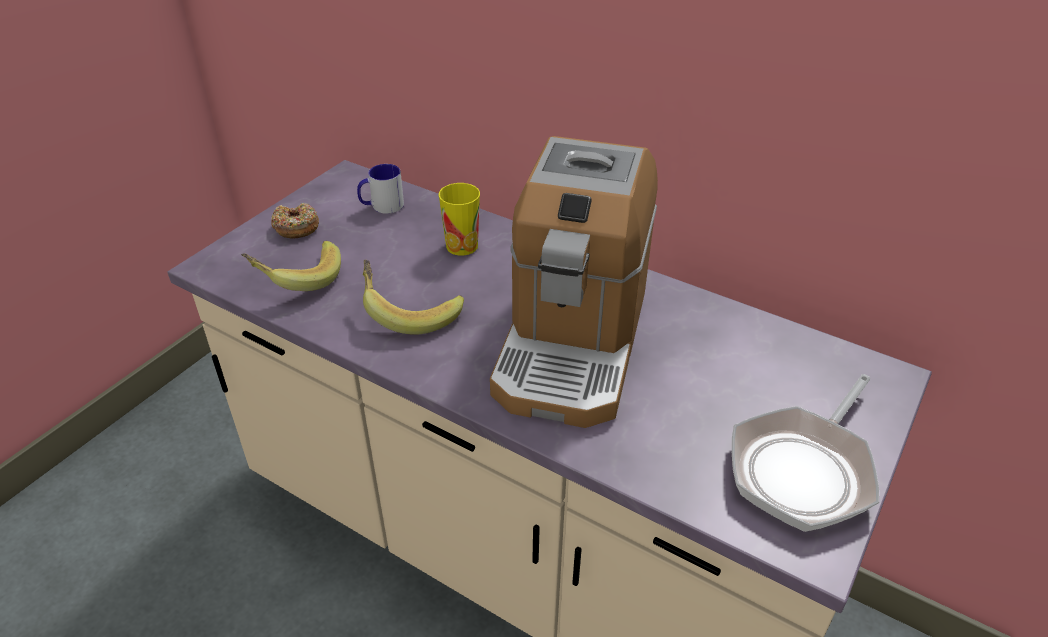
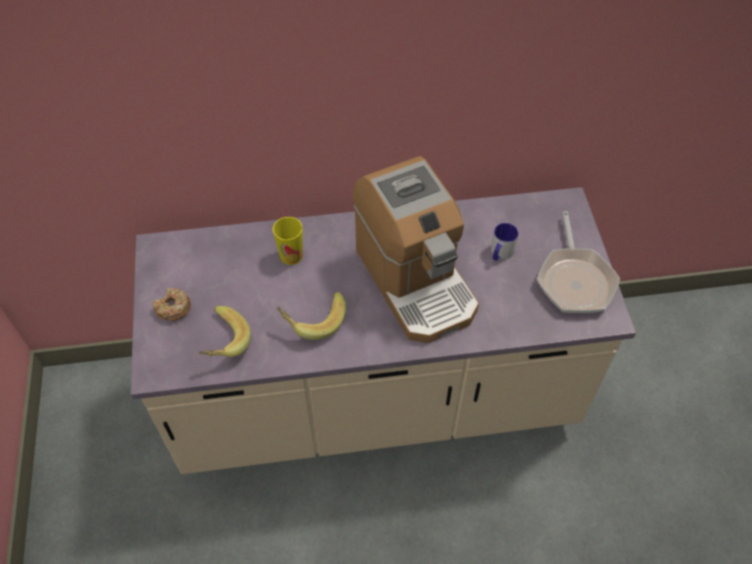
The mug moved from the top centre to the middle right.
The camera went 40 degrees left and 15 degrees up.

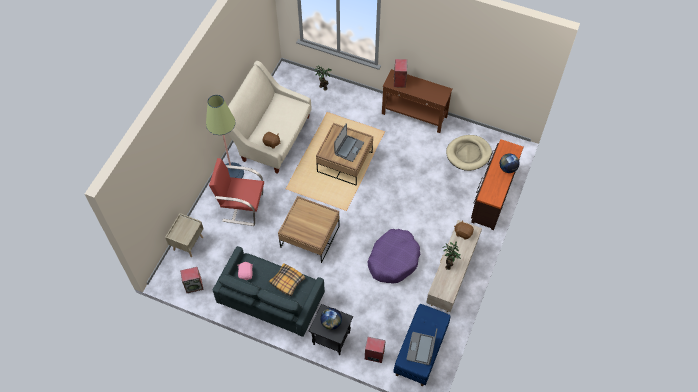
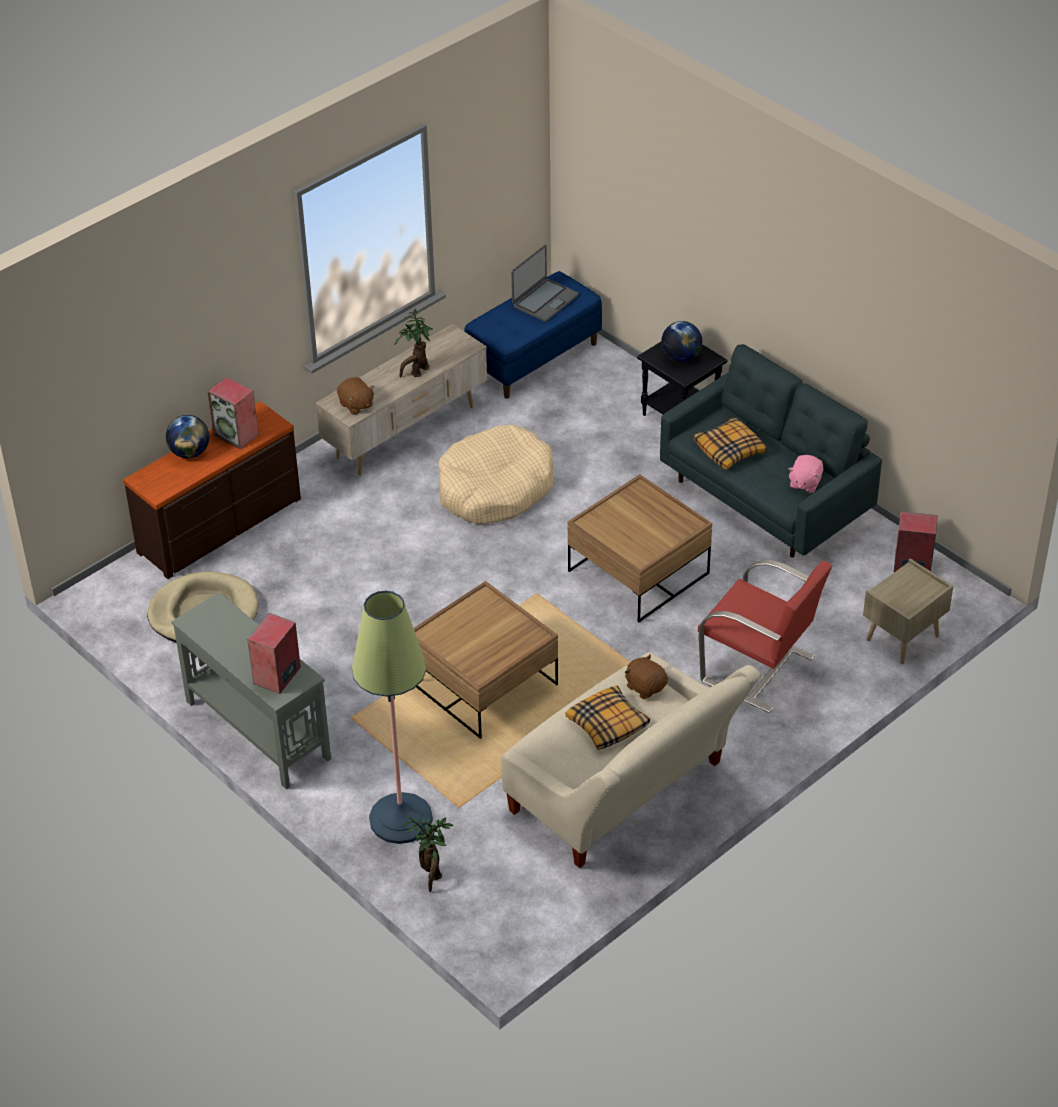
The brown console table at the top centre became the grey console table at the middle left.
The speaker (2nd from left in the first image) moved from the bottom centre to the middle left.
The floor lamp moved from the middle left to the centre.
The purple dog bed at the centre became the beige dog bed (2nd from left) at the centre.
The pillow (1st from left) at the centre appeared.
The laptop (1st from left) at the centre disappeared.
The camera went 155 degrees left and 15 degrees down.

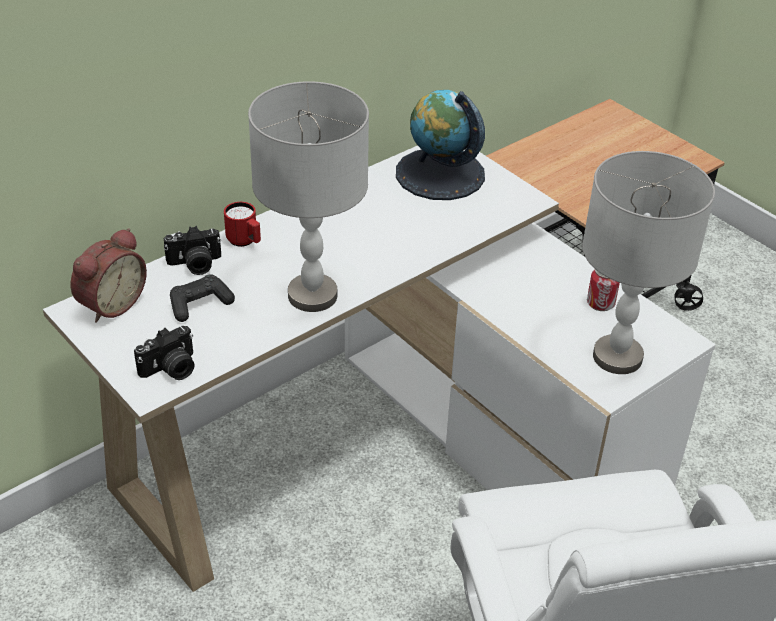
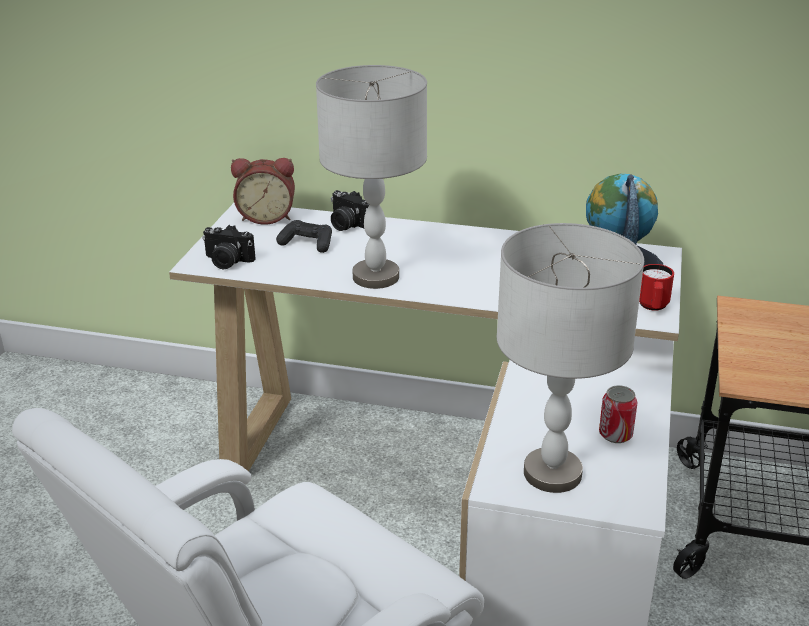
The red mug moved from the middle left to the middle right.
The camera went 55 degrees right and 10 degrees down.

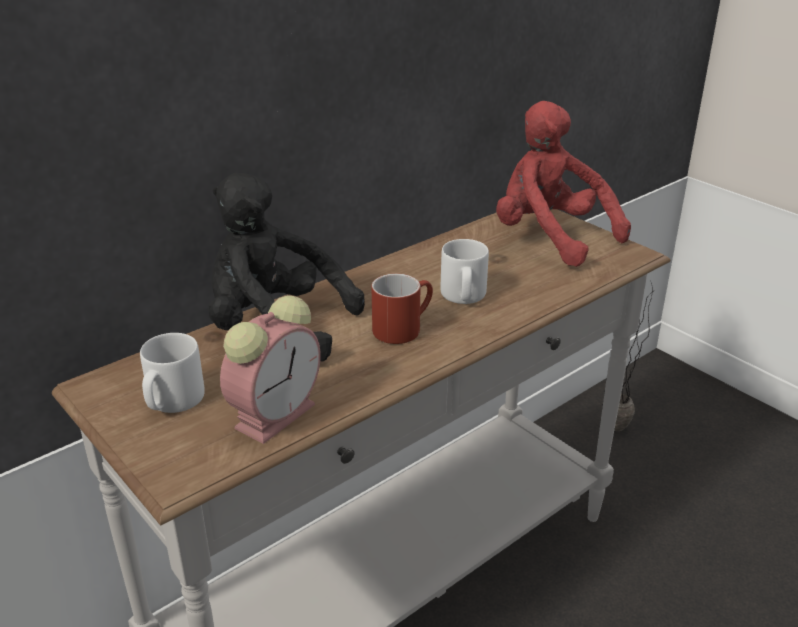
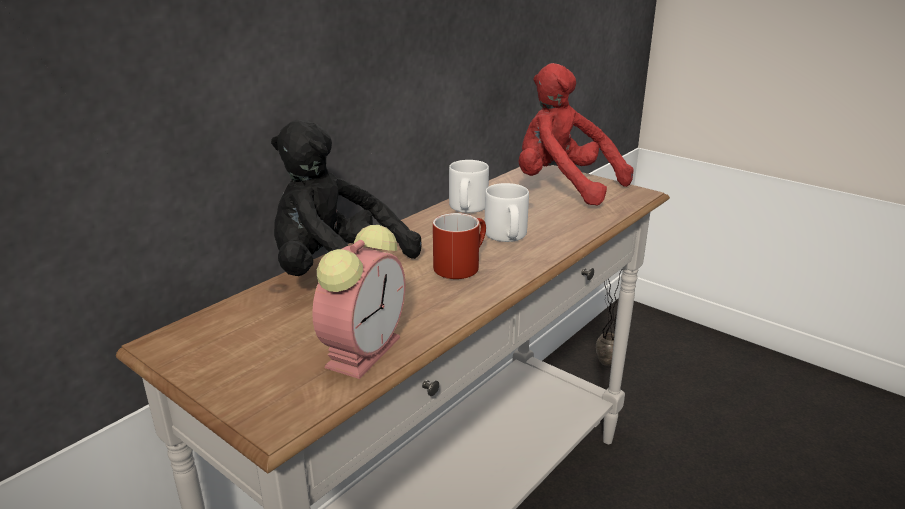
The white mug (1st from left) moved from the middle left to the centre.
The camera went 10 degrees left and 5 degrees down.

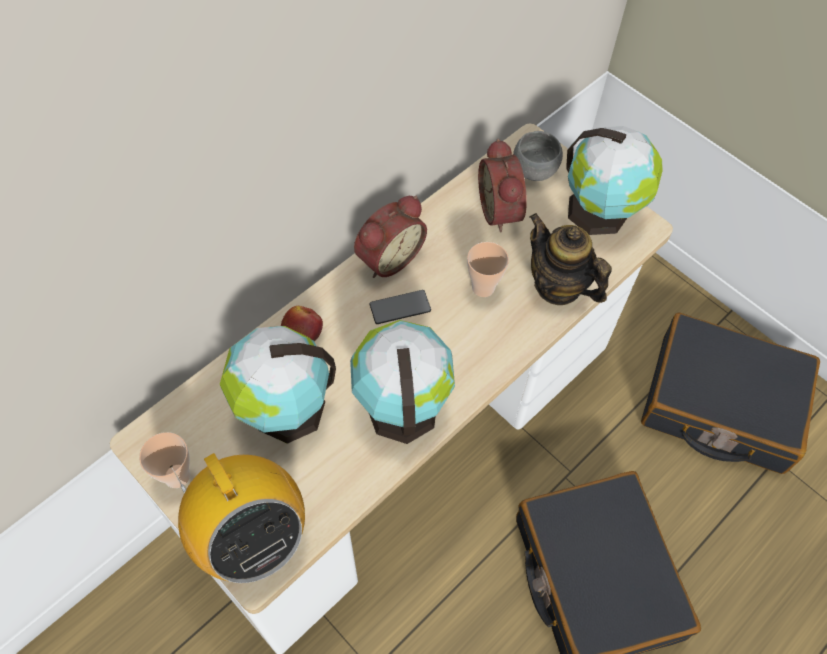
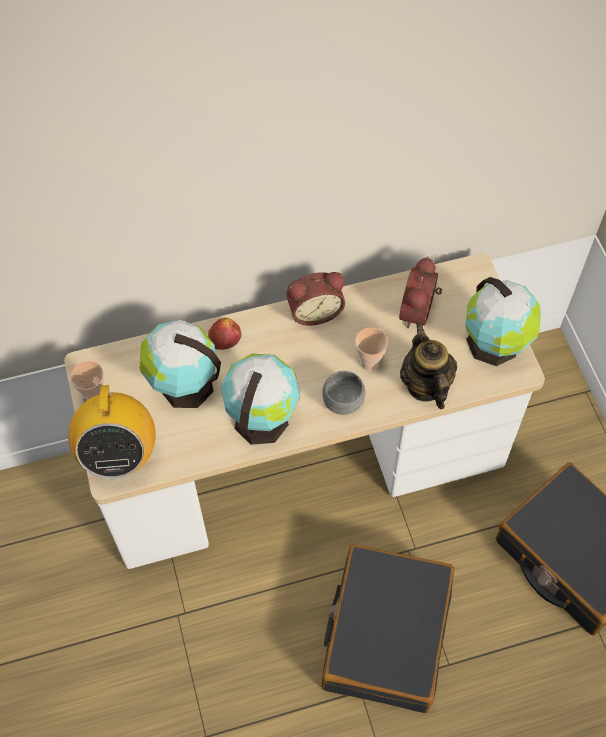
The grey bowl moved from the top centre to the centre.
The phone at the centre disappeared.
The camera went 30 degrees right and 0 degrees up.

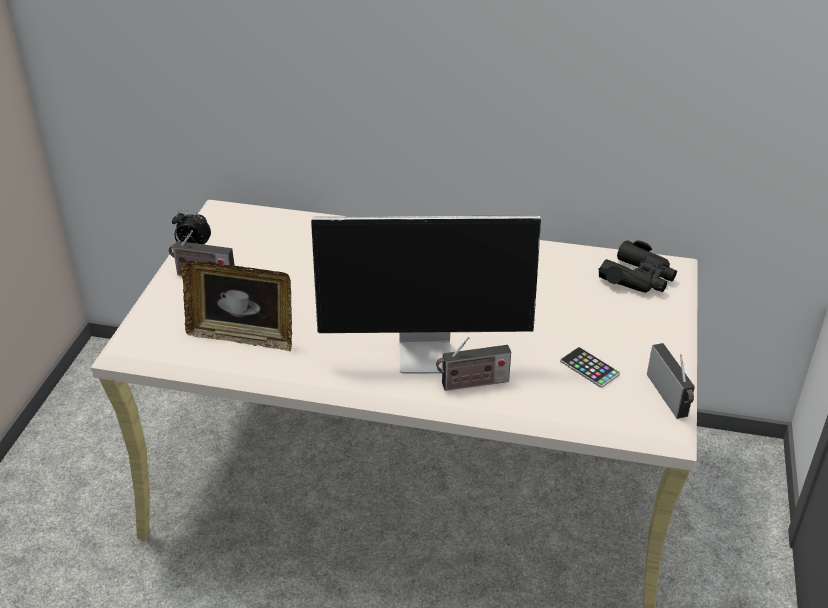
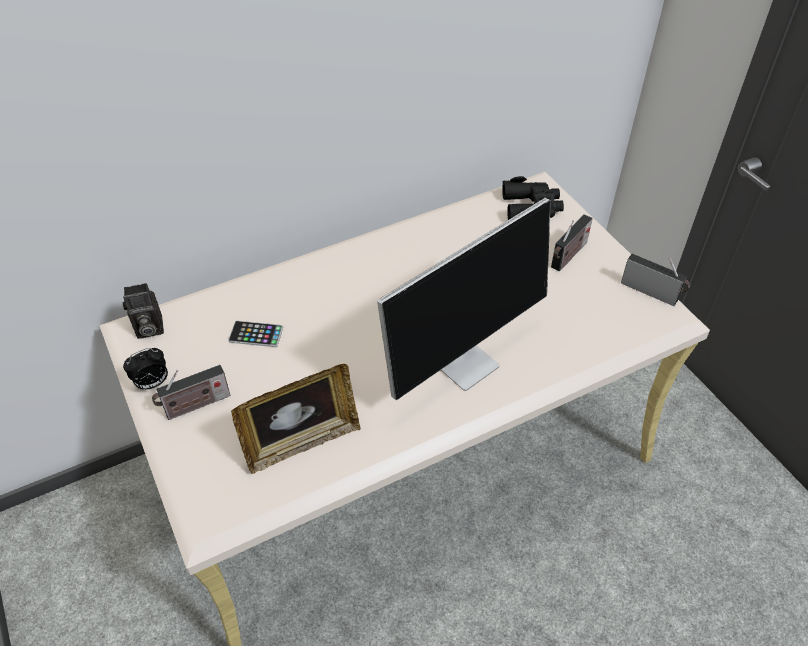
The photo camera at the middle left appeared.
The phone moved from the middle right to the middle left.
The radio (2nd from left) moved from the centre to the middle right.
The camera went 40 degrees left and 10 degrees up.

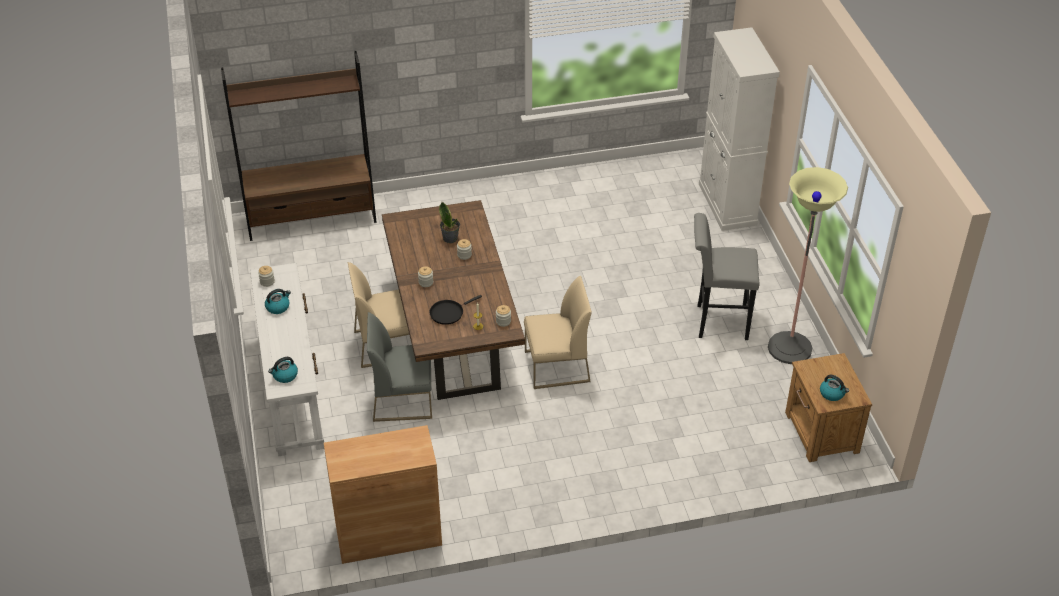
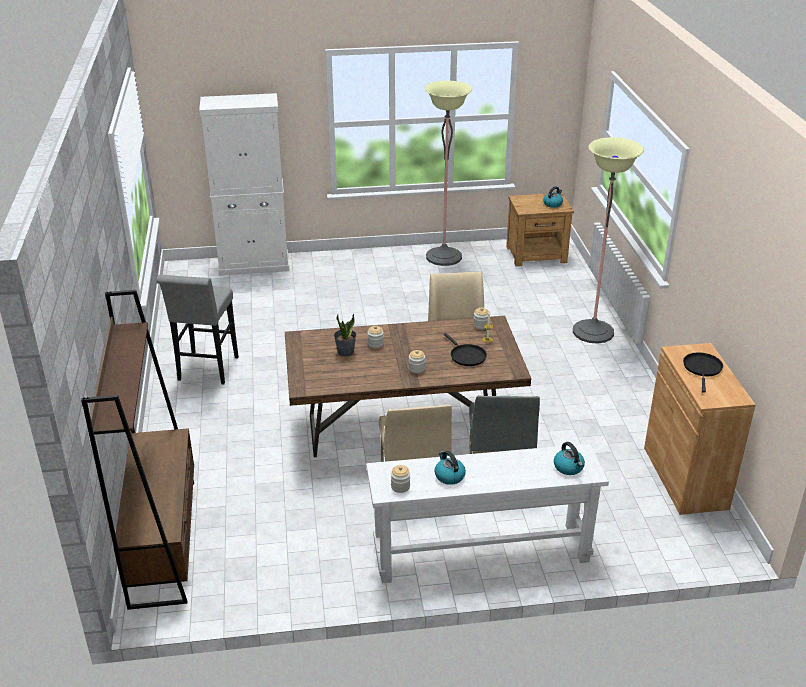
The grey stool moved from the middle right to the middle left.
The floor lamp (2nd from left) at the middle right appeared.
The black frying pan (2nd from left) at the middle right appeared.
The camera went 85 degrees left and 10 degrees down.

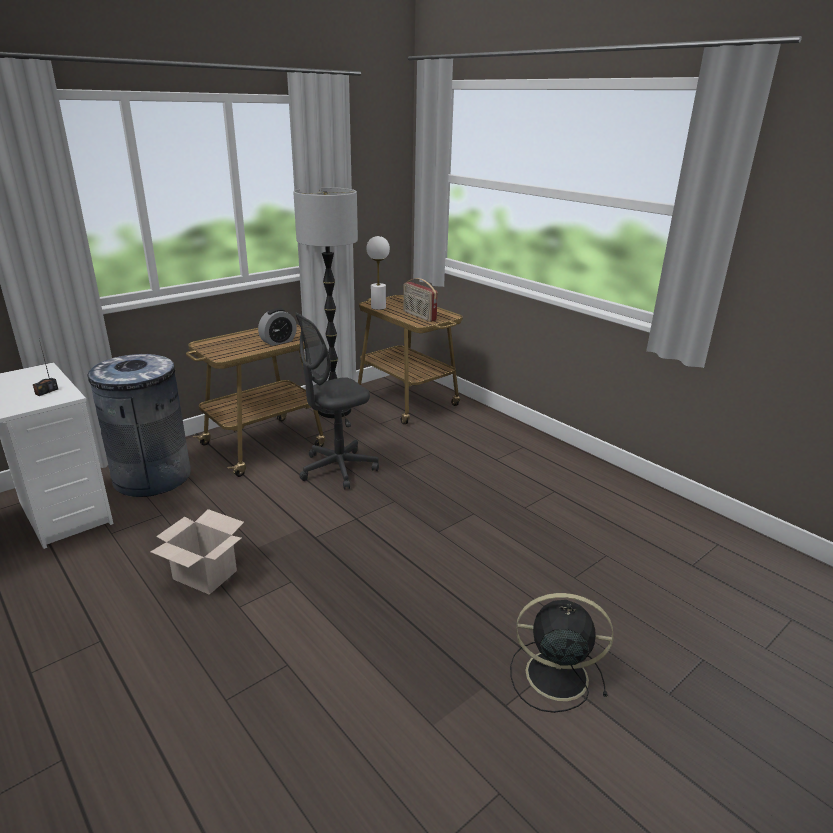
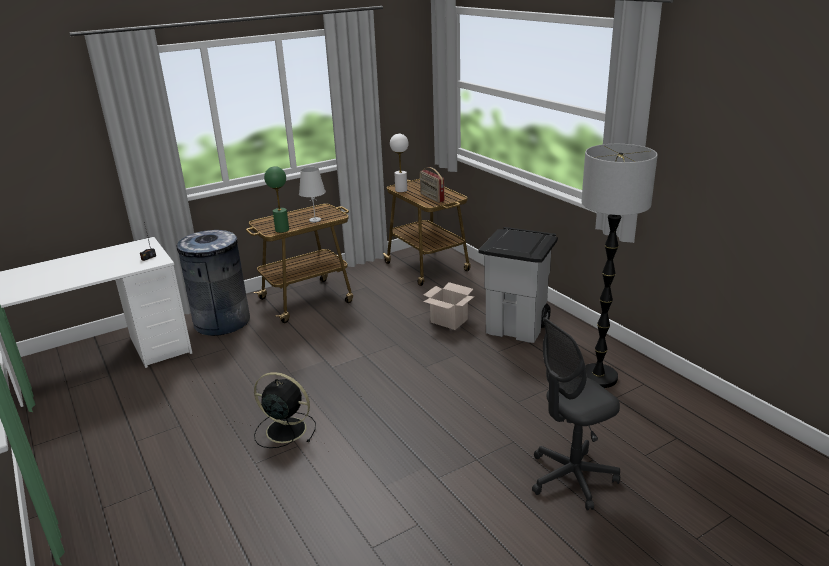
The black fan moved from the bottom right to the bottom centre.
The green table lamp at the middle left appeared.
The alarm clock at the middle left was replaced by the white table lamp (1st from left) at the centre.
The cardboard box moved from the middle left to the centre.
The grey trash can (2nd from left) at the centre appeared.
The grey office chair moved from the centre to the bottom right.
The floor lamp moved from the centre to the middle right.
The camera went 10 degrees right and 0 degrees up.

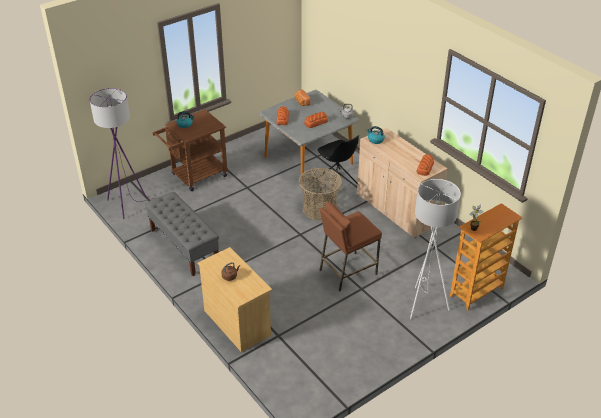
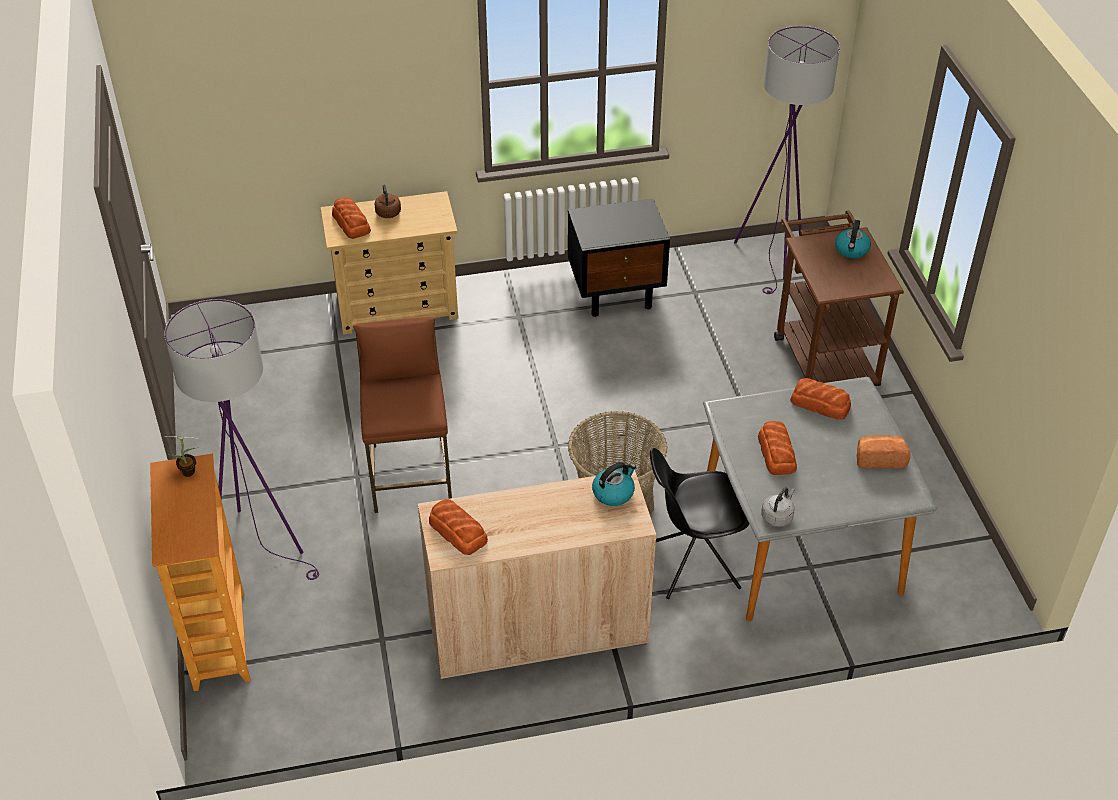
The white floor lamp at the middle right became the purple floor lamp (1st from left) at the middle left.
The bread (1st from left) at the top left appeared.
The grey bench at the middle left was replaced by the black nightstand at the top centre.
The camera went 115 degrees right and 5 degrees up.

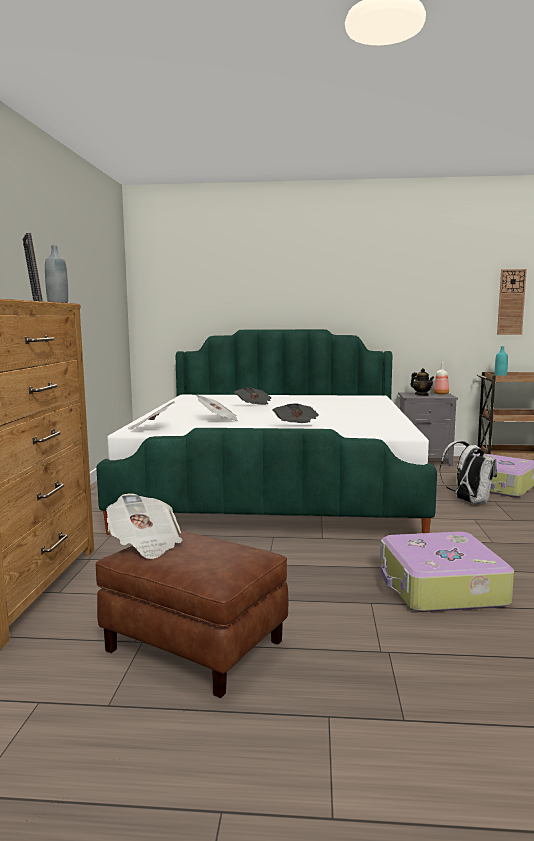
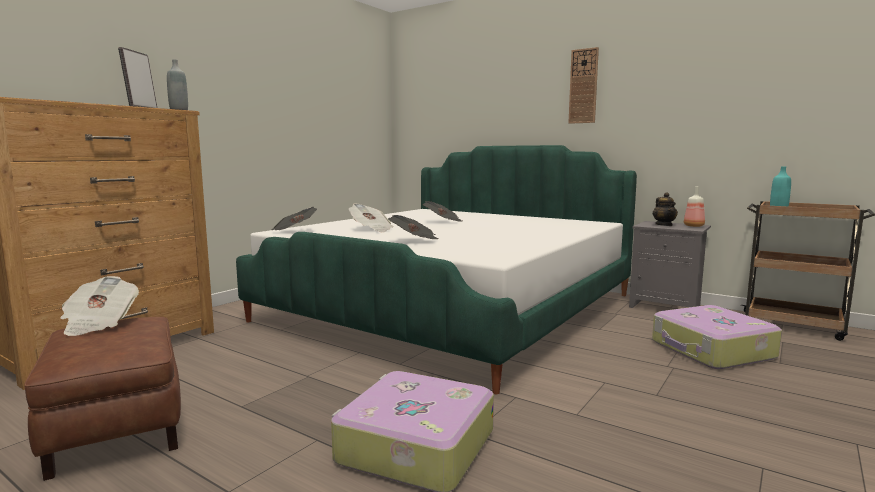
The wall clock moved from the middle right to the top centre.
The white backpack at the middle right disappeared.
The camera went 30 degrees right and 0 degrees up.

